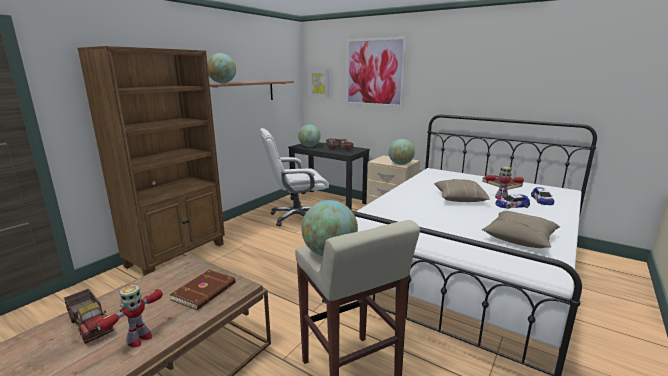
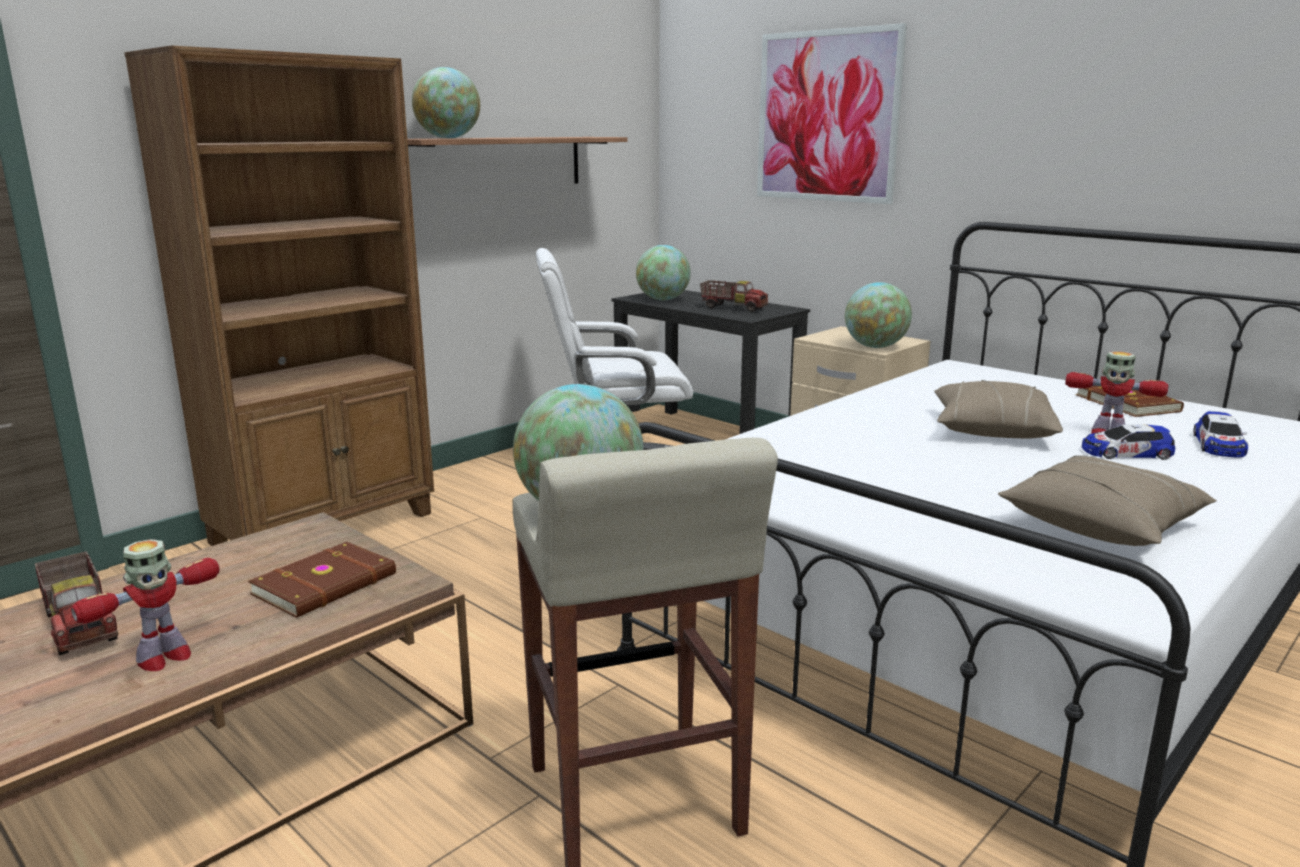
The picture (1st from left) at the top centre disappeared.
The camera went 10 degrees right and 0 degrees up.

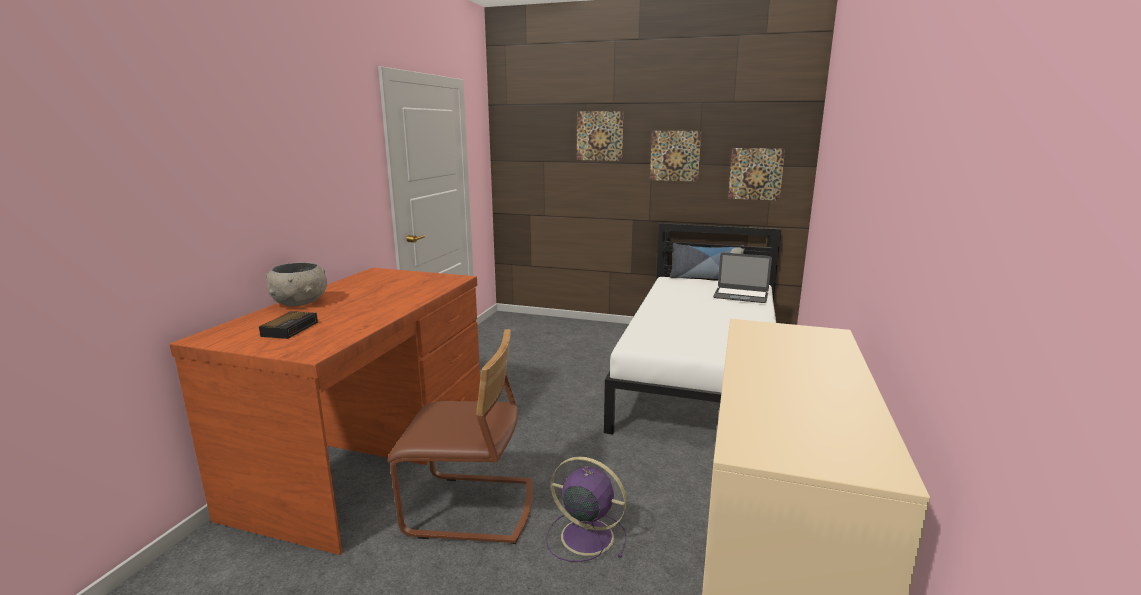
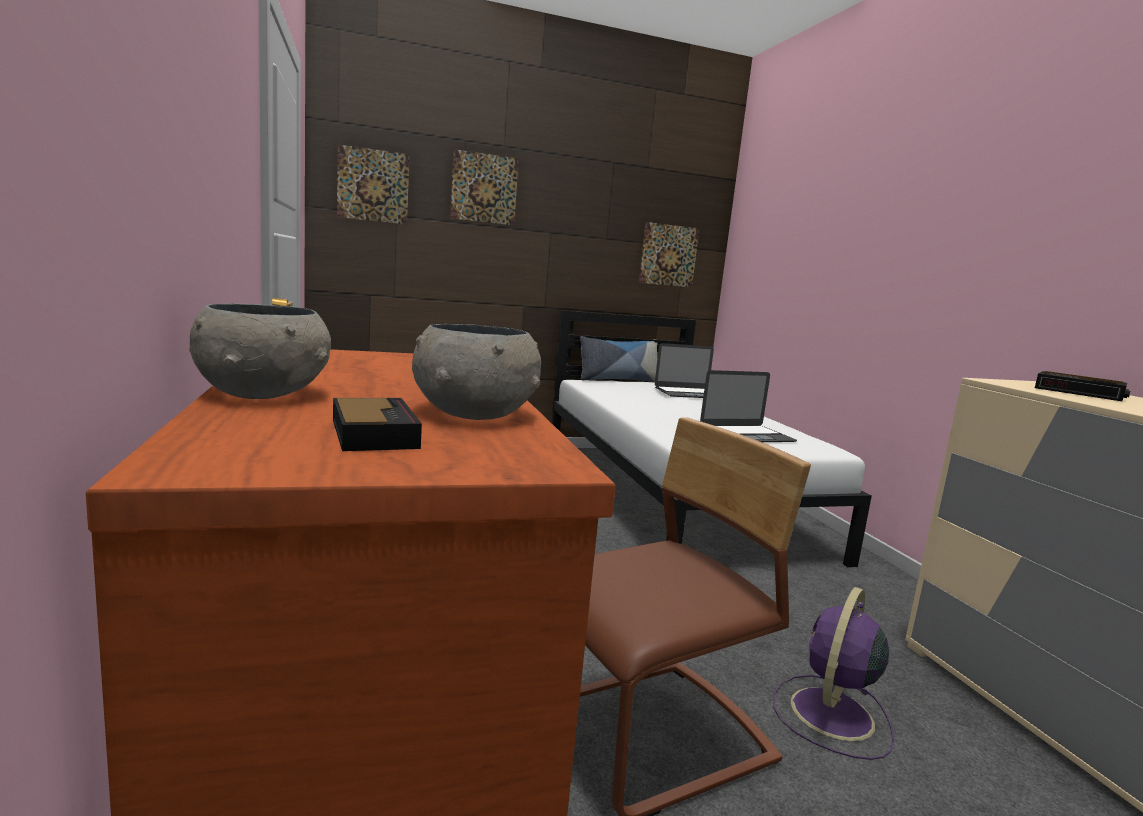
The picture (2nd from left in the first image) moved from the top centre to the top left.
The grey bowl (2nd from left) at the centre appeared.
The laptop (2nd from left) at the centre appeared.
The purple fan at the bottom centre turned 45 degrees counterclockwise.
The alarm clock (2nd from left) at the middle right appeared.
The camera went 35 degrees left and 5 degrees down.

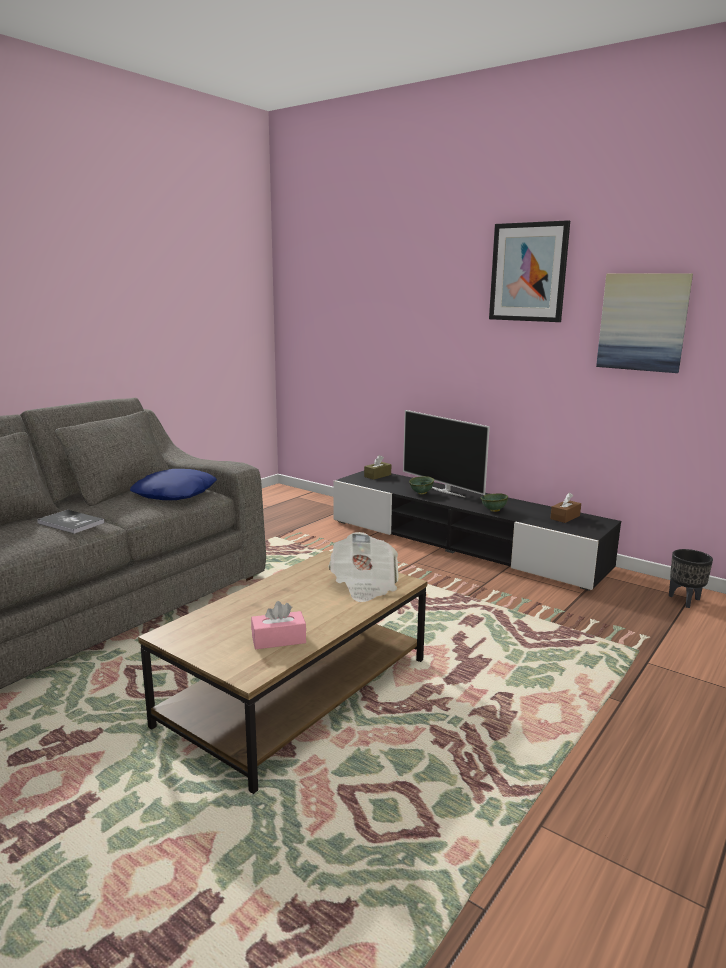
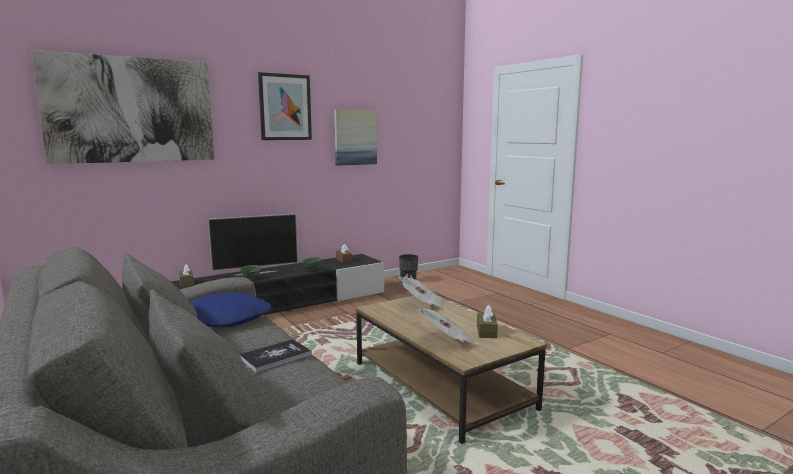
The picture (1st from left) at the top left appeared.
The newspaper (2nd from left) at the bottom centre appeared.
The pink tissue box at the centre became the brown tissue box (3rd from left) at the bottom centre.
The camera went 70 degrees left and 5 degrees down.

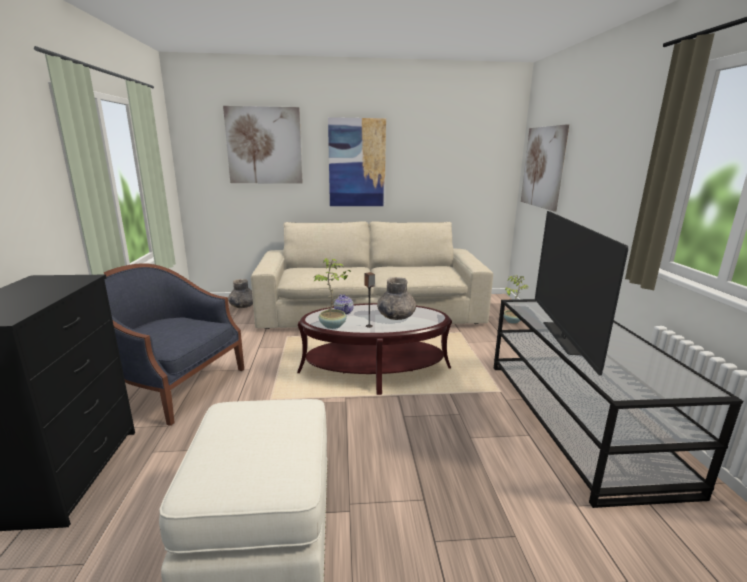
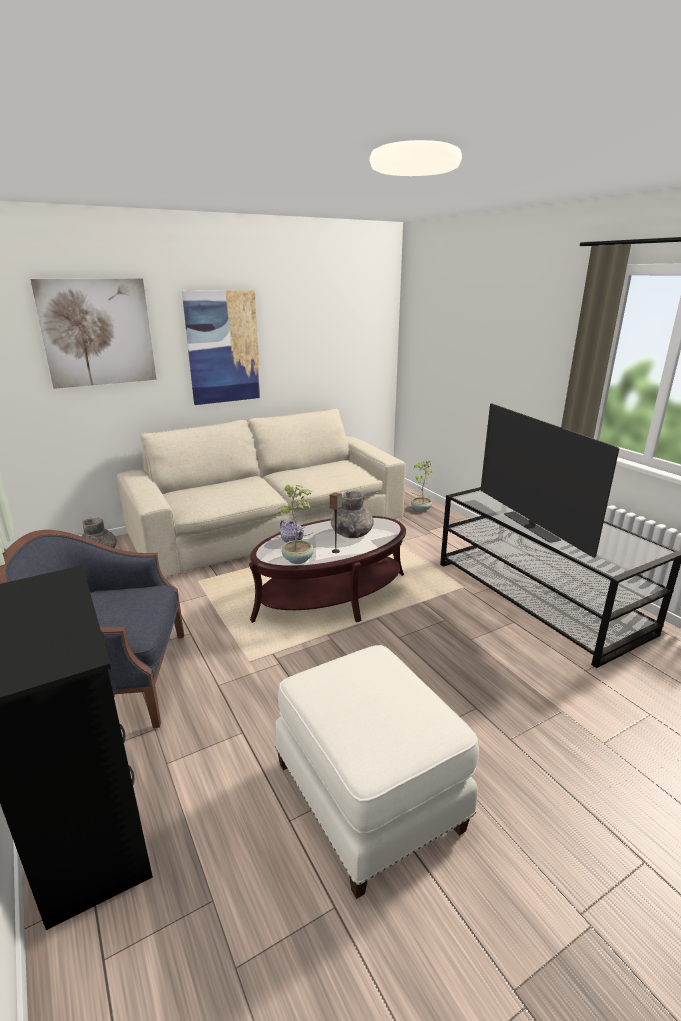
The picture (3rd from left) at the top right disappeared.
The camera went 25 degrees left and 5 degrees up.

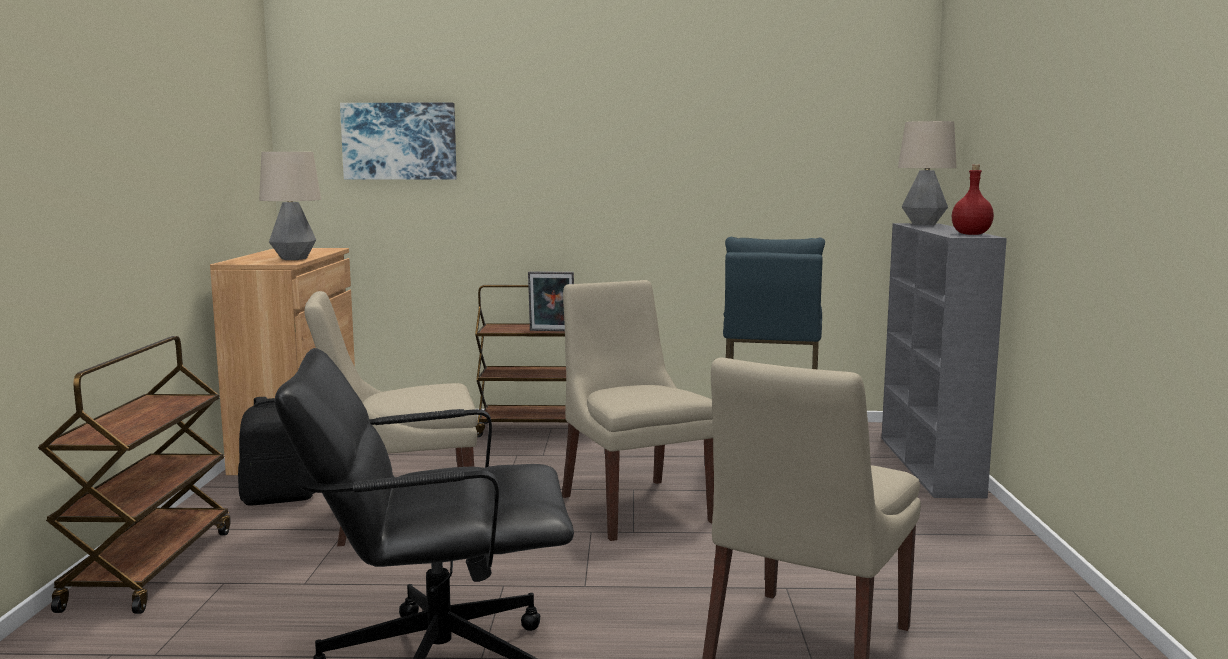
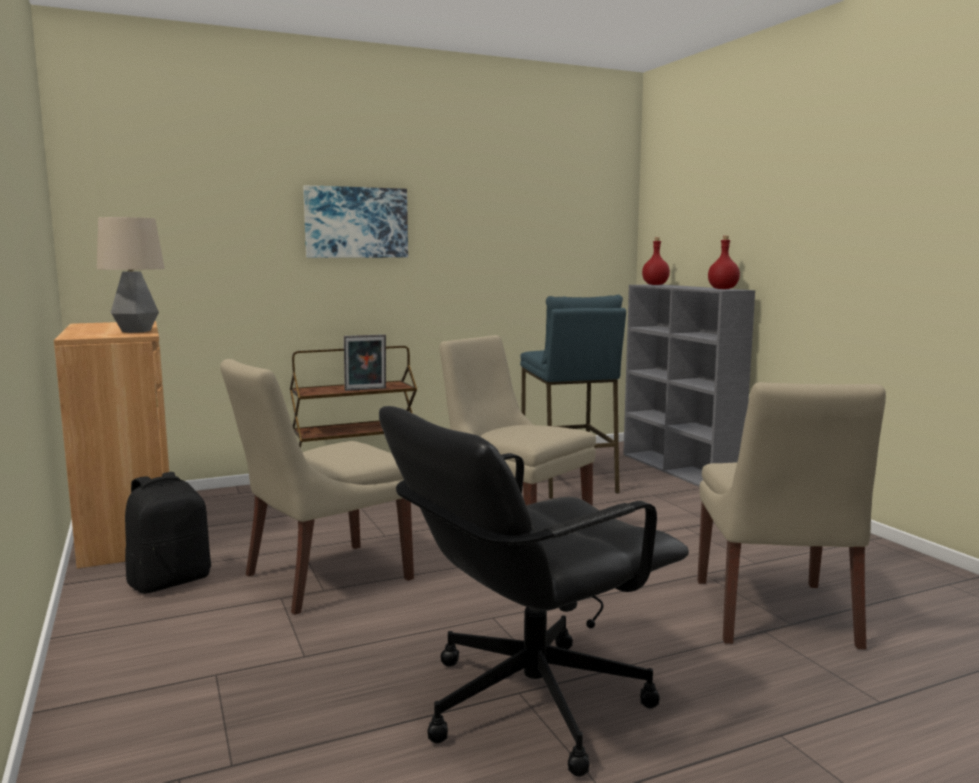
The picture moved from the top left to the top centre.
The table lamp (2nd from left) at the top right was replaced by the red bottle (1st from left) at the middle right.
The brown cart (1st from left) at the bottom left disappeared.
The camera went 25 degrees left and 0 degrees up.

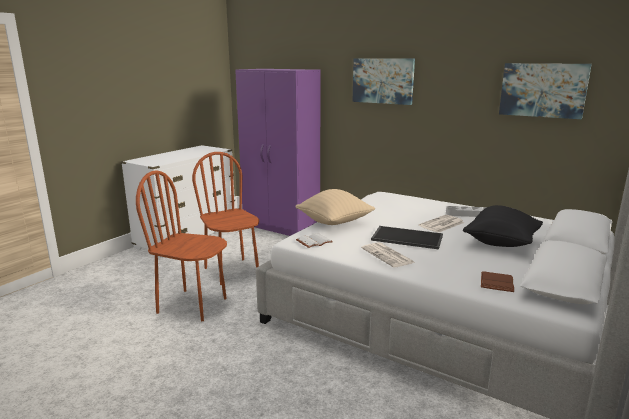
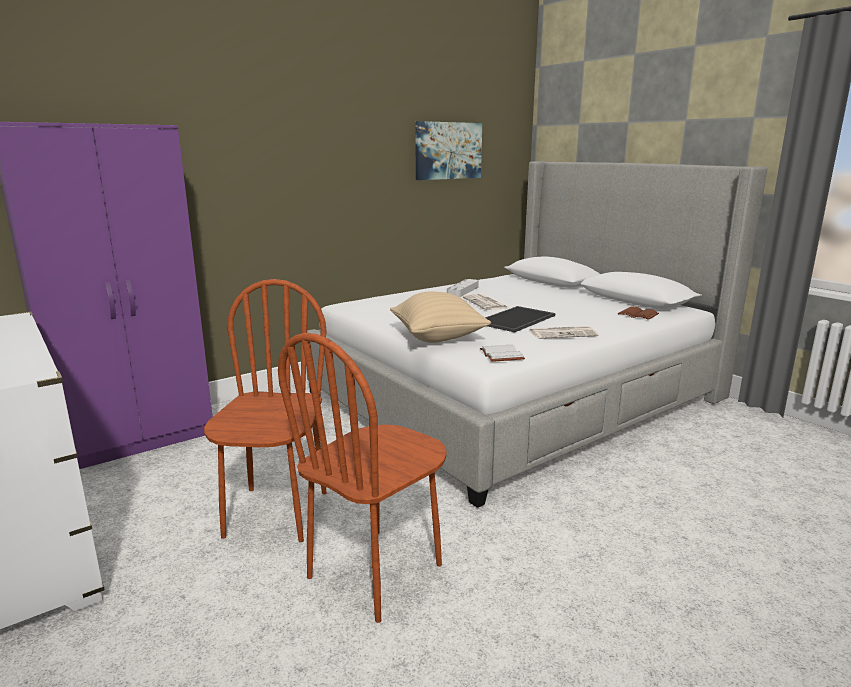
The brown chair (2nd from left in the first image) at the centre turned 105 degrees clockwise.
The picture (1st from left) at the top centre disappeared.
The black pillow at the middle right disappeared.
The camera went 70 degrees left and 0 degrees up.

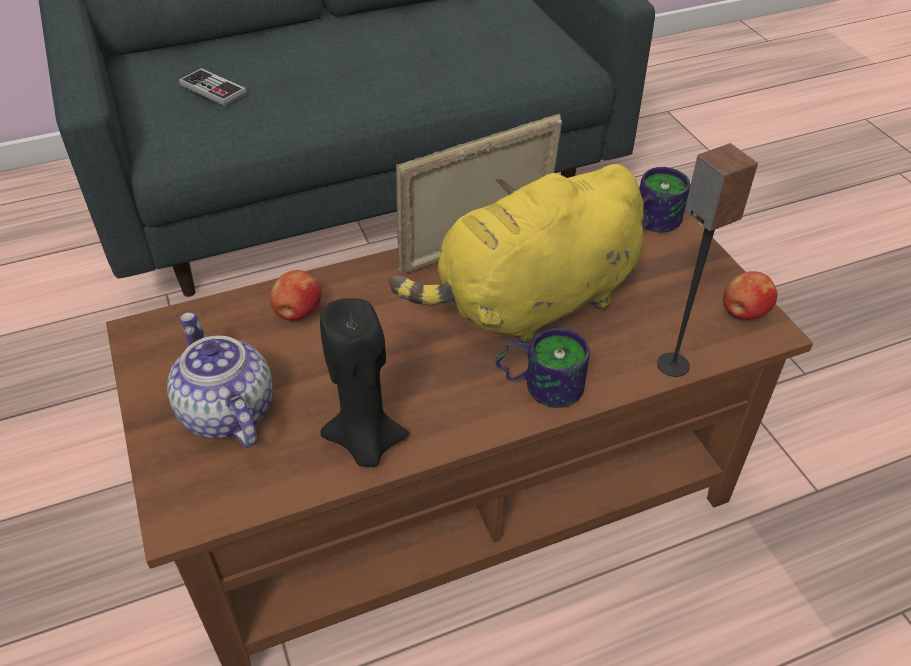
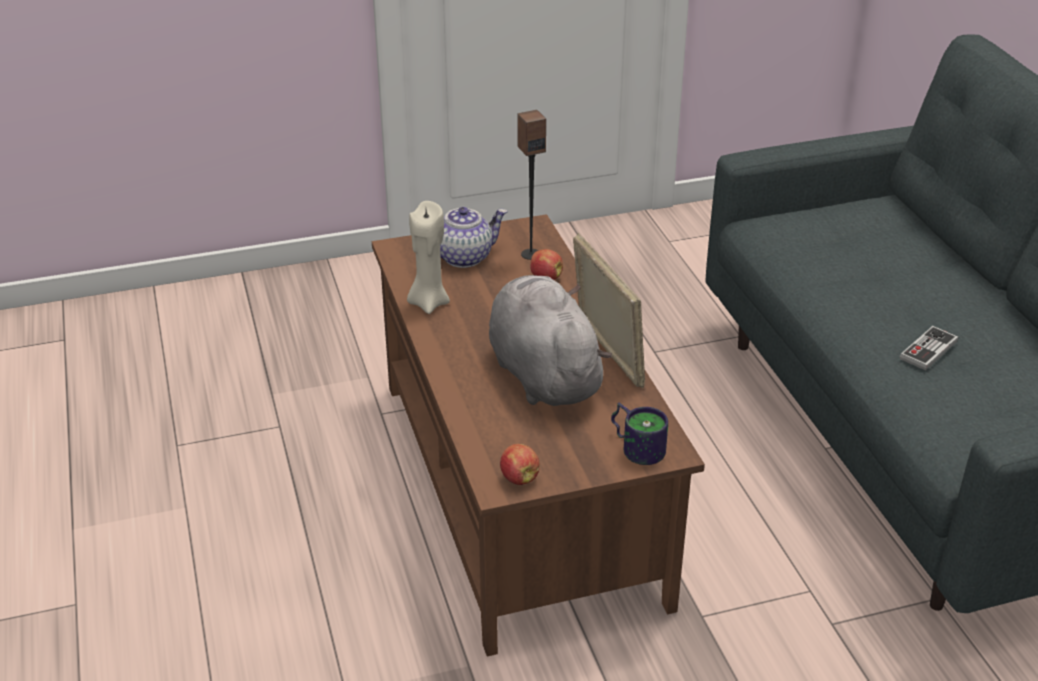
The black candle at the centre became the beige candle at the centre.
The yellow plush toy at the centre became the grey plush toy at the centre.
The speaker moved from the middle right to the top centre.
The game controller moved from the top left to the middle right.
The mug (1st from left) at the centre disappeared.
The camera went 95 degrees right and 10 degrees down.

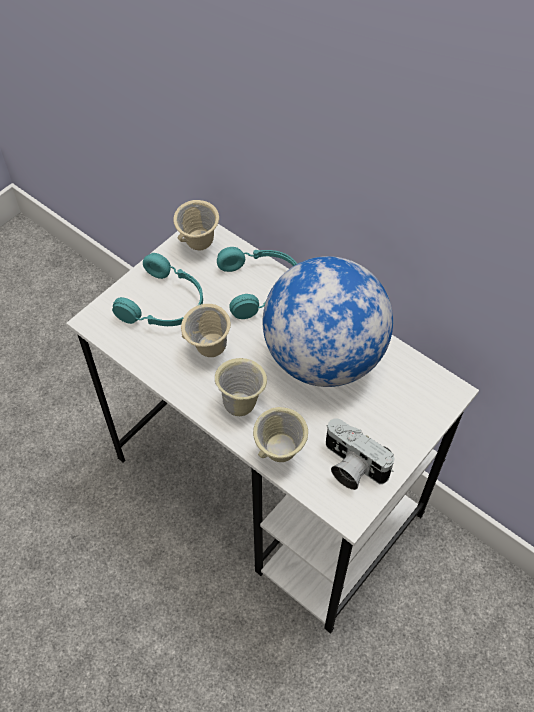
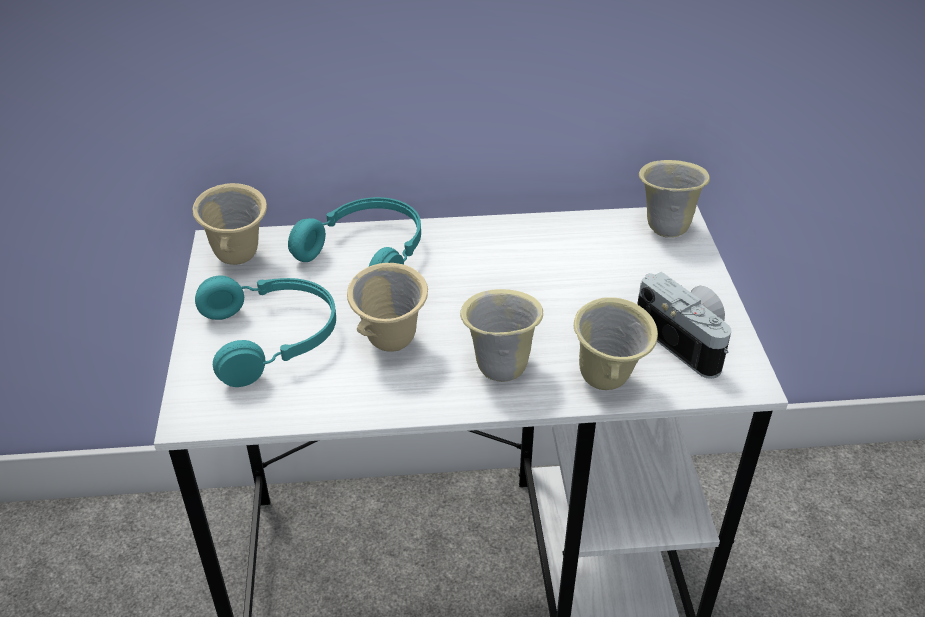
The photo camera at the middle right turned 120 degrees counterclockwise.
The beige mug (5th from left) at the top right appeared.
The globe at the centre disappeared.
The camera went 45 degrees left and 15 degrees down.

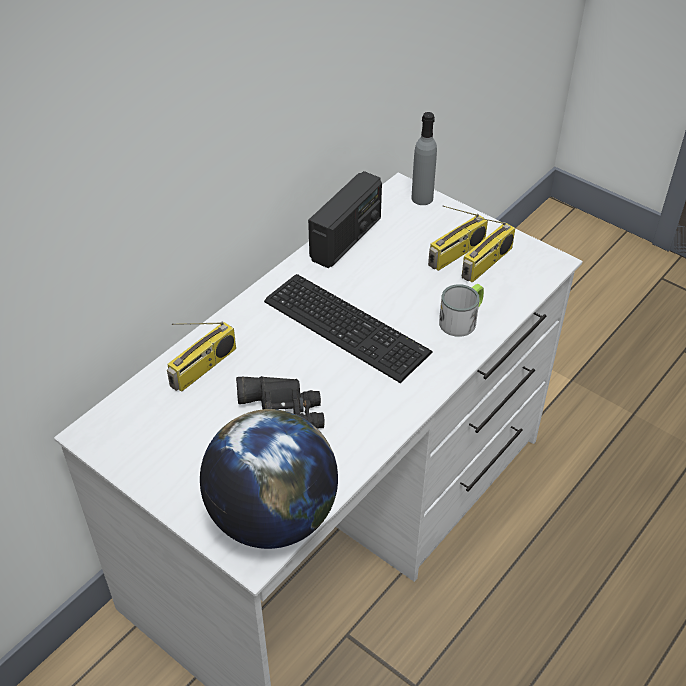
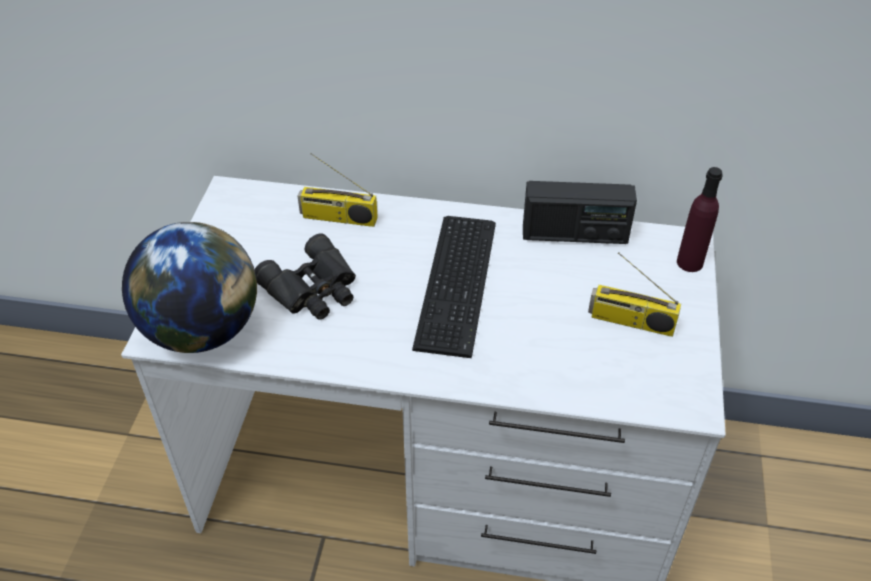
The grey bottle at the top centre became the purple bottle at the middle right.
The mug at the middle right disappeared.
The radio (4th from left) at the middle right disappeared.
The camera went 60 degrees right and 0 degrees up.

